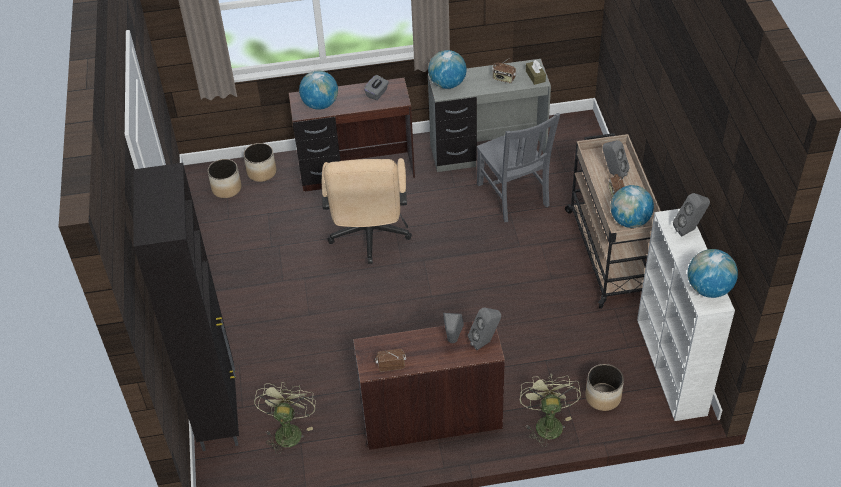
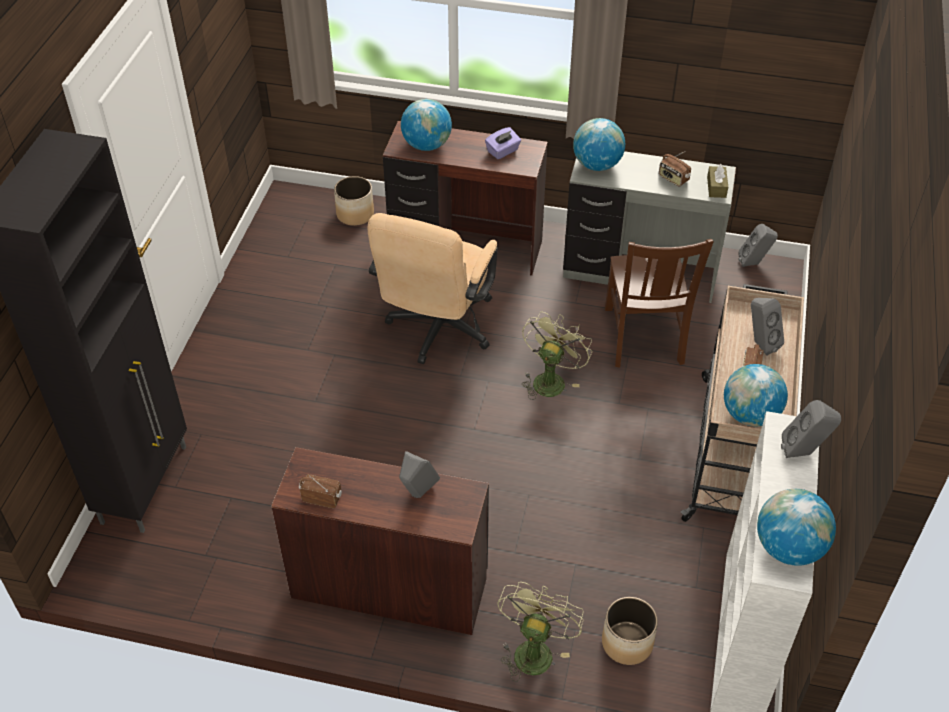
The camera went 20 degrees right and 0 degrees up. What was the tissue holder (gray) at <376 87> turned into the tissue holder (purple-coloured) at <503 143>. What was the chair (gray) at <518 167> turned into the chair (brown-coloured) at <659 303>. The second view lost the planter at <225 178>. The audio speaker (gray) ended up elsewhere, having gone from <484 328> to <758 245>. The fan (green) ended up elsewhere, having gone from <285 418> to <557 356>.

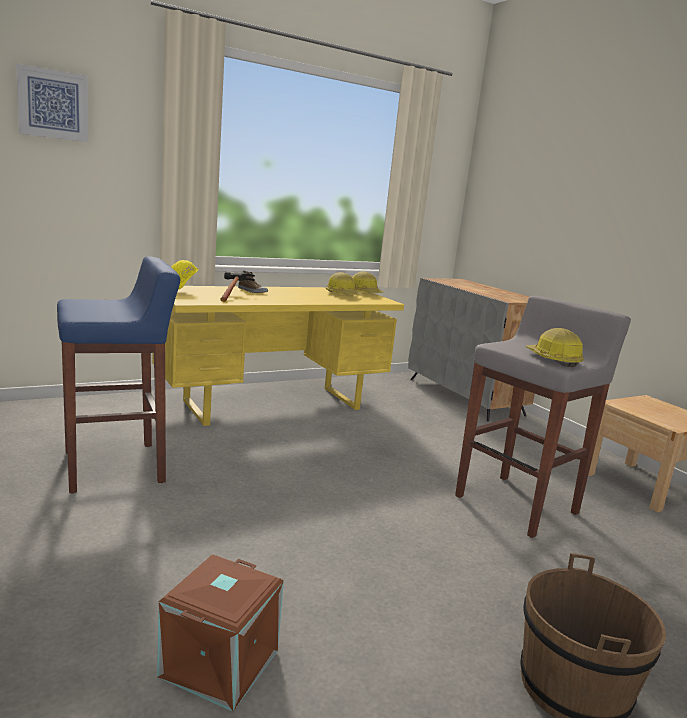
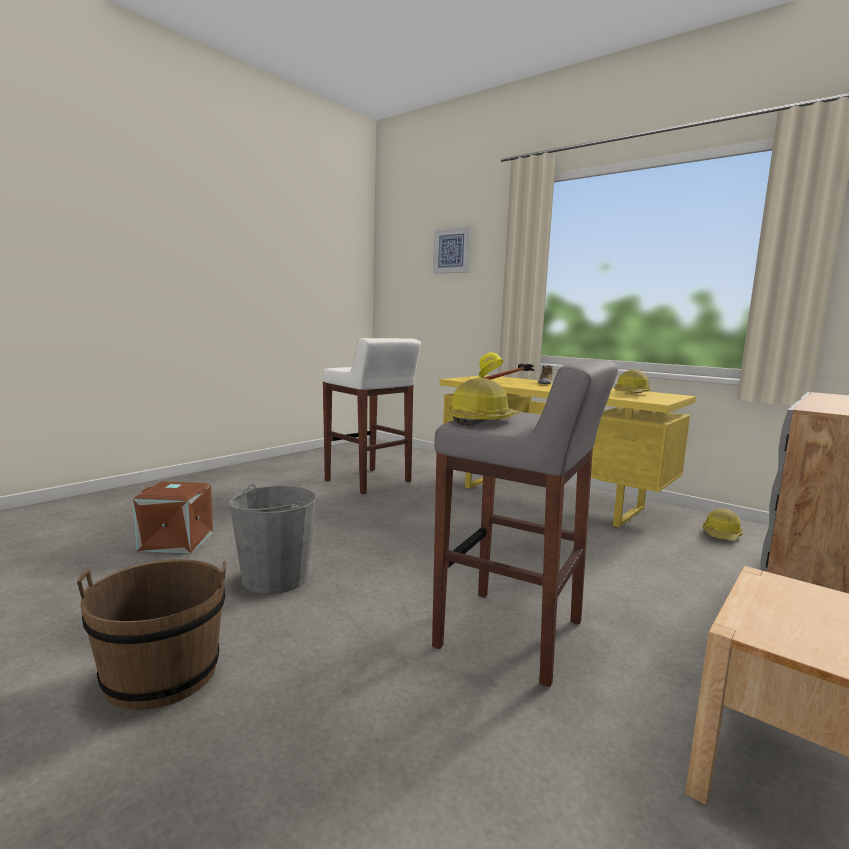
The camera went 70 degrees right and 5 degrees down. What was the sitting stool (bluish) at <118 374> turned into the sitting stool (white-coloured) at <371 416>. The work helmet ended up elsewhere, having gone from <367 282> to <723 524>. The second view gained the pail (gray) at <273 539>.

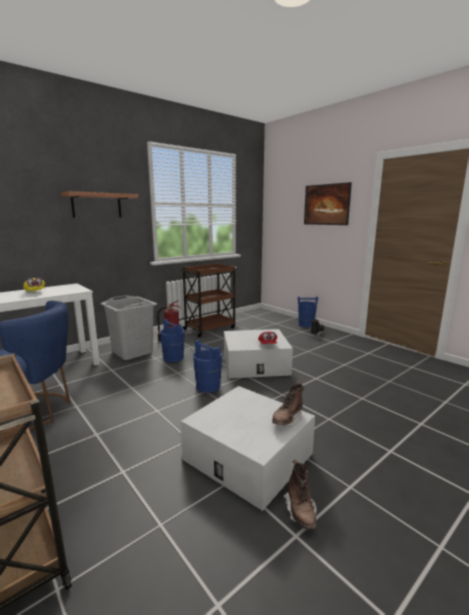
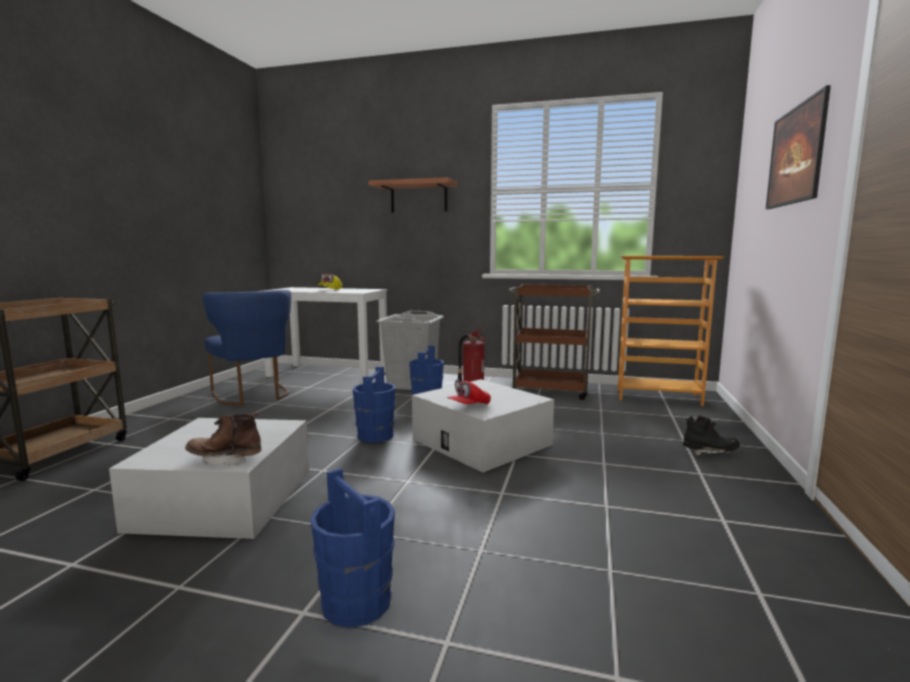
The camera went 55 degrees right and 5 degrees down. The pail (bluish) ended up elsewhere, having gone from <307 311> to <352 548>. The second view lost the boot (brown-coloured) at <300 494>. The second view gained the shelving unit at <671 331>.

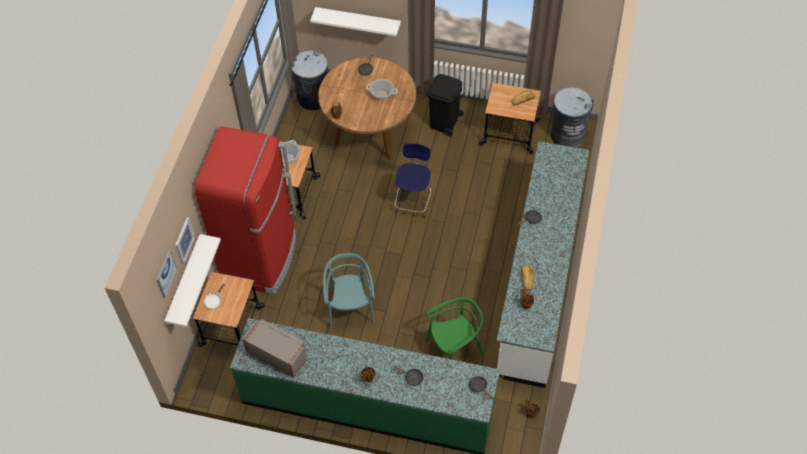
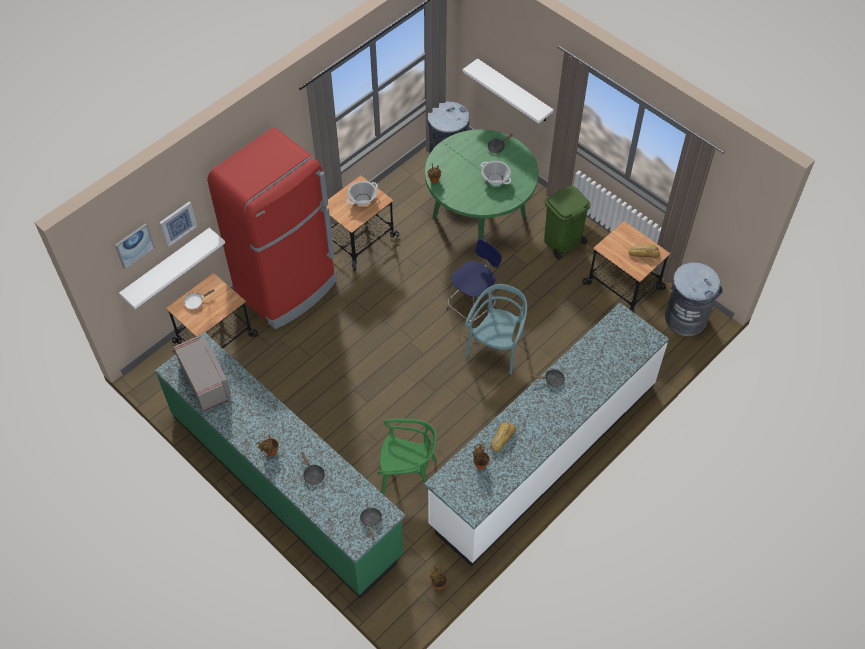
The camera went 30 degrees right and 0 degrees up. What was the dinner table (brown-coloured) at <367 108> turned into the dinner table (green) at <481 184>. What was the trash can (black) at <445 105> turned into the trash can (green) at <567 223>. The chair (blue-green) ended up elsewhere, having gone from <349 290> to <496 329>.

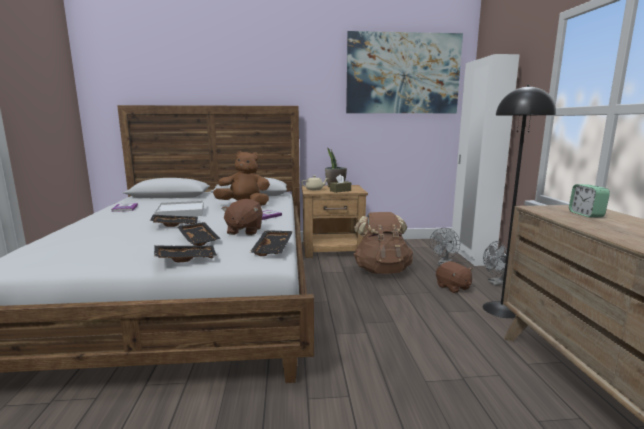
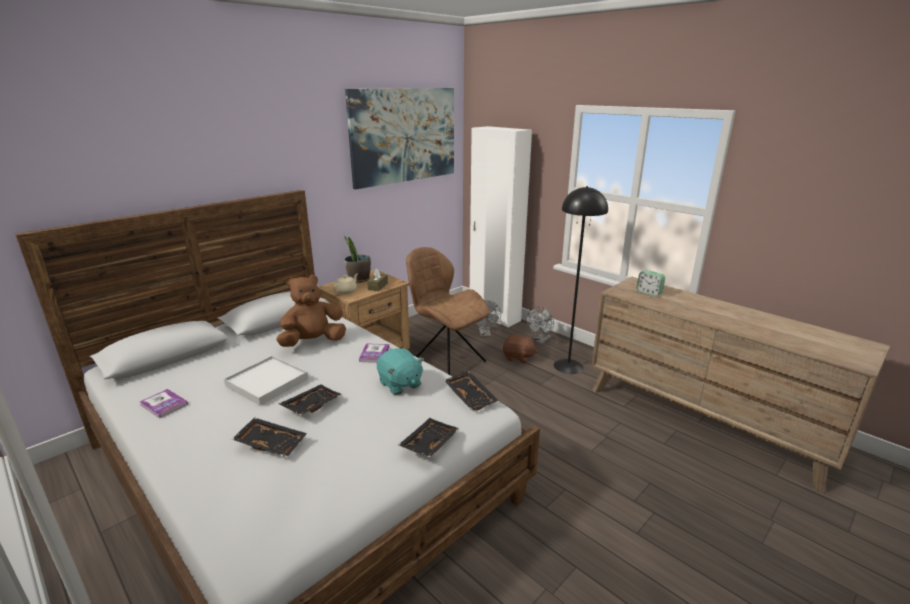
The camera went 40 degrees left and 10 degrees up. What was the cuddly toy (brown-coloured) at <242 217> turned into the cuddly toy (blue-green) at <400 371>. Where the backpack (brown-coloured) stood at <383 243>, the chair (brown-coloured) came to stand at <447 311>. The carrying tray (black) ended up elsewhere, having gone from <199 234> to <269 437>.

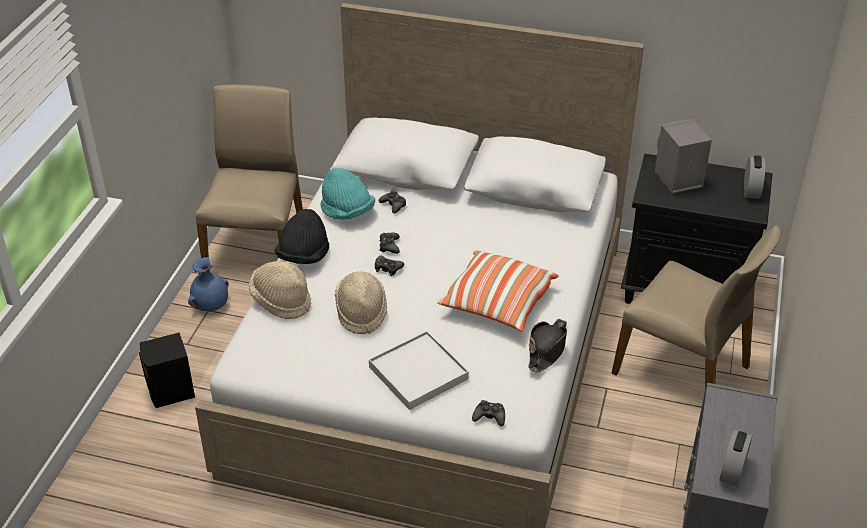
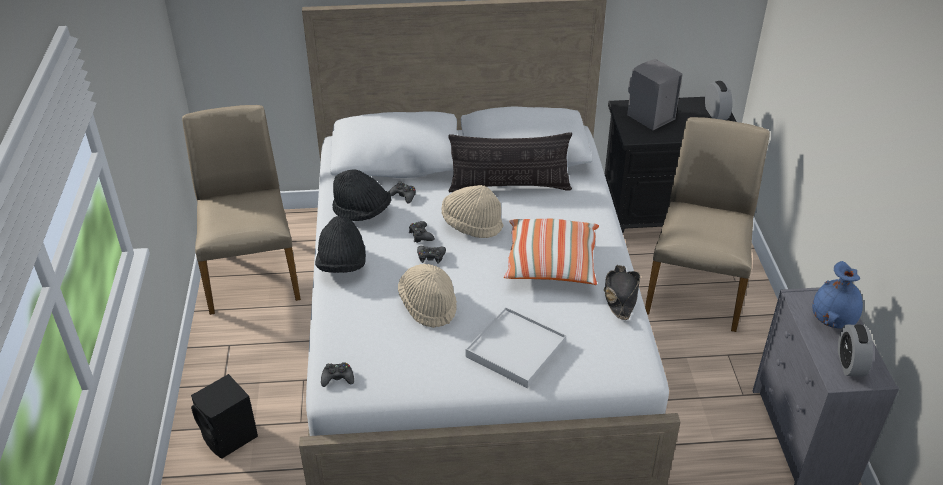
The camera went 20 degrees left and 0 degrees up. What was the clothing hat (blue-green) at <347 194> turned into the clothing hat (black) at <361 195>. The chair (beige-coloured) at <696 307> ended up facing another way, 90 degrees counterclockwise from before. The vase (bluish) ended up elsewhere, having gone from <208 284> to <837 295>. The clothing hat (beige-coloured) ended up elsewhere, having gone from <280 290> to <472 211>. The gamepad (black) ended up elsewhere, having gone from <488 413> to <337 374>. The second view gained the pillow at <510 162>.

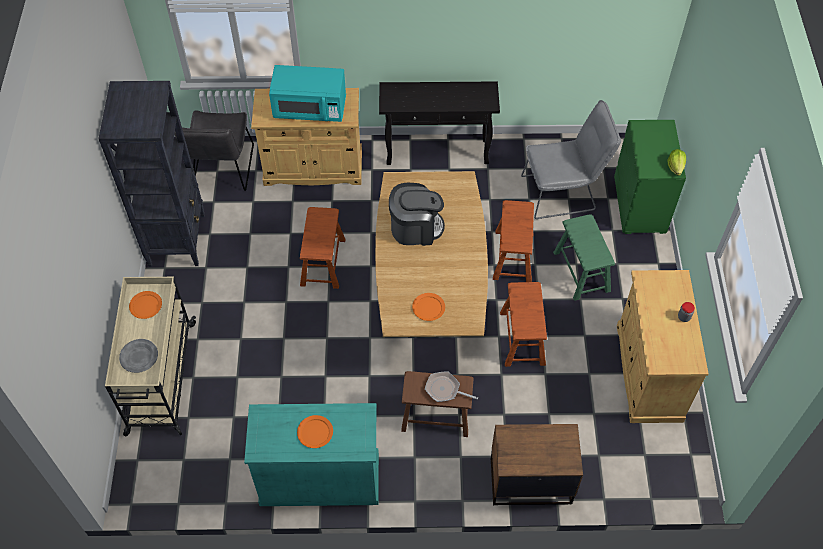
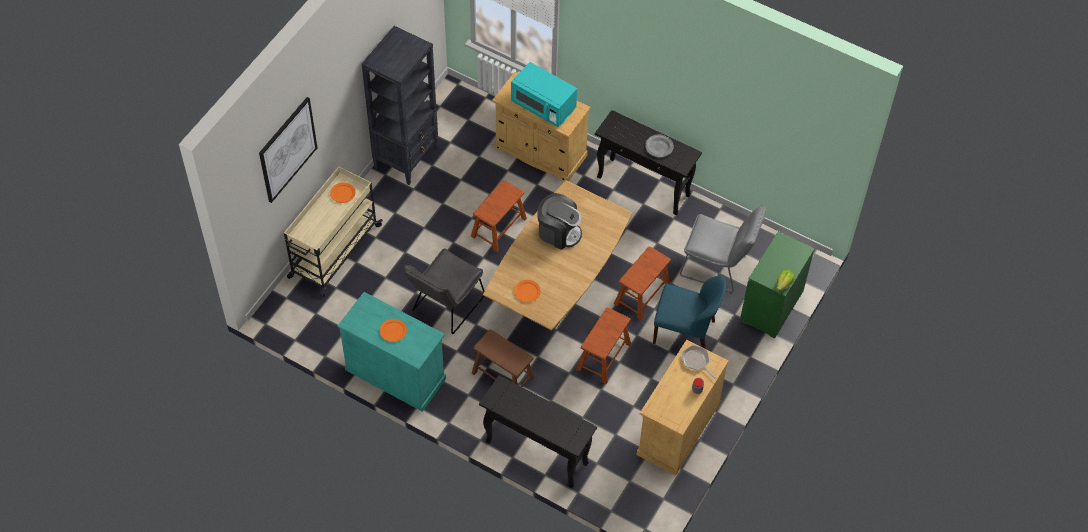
The camera went 30 degrees right and 0 degrees up. The chair (gray) ended up elsewhere, having gone from <214 150> to <444 291>. Where the sitting stool (green) stood at <584 257>, the chair (bluish) came to stand at <689 312>. The flat dish (gray) ended up elsewhere, having gone from <138 356> to <659 146>. The frying pan ended up elsewhere, having gone from <451 386> to <699 362>. Where the nightstand (brown-coloured) stood at <536 464>, the narrow table (black) came to stand at <538 431>. The second view gained the wall art at <288 150>.

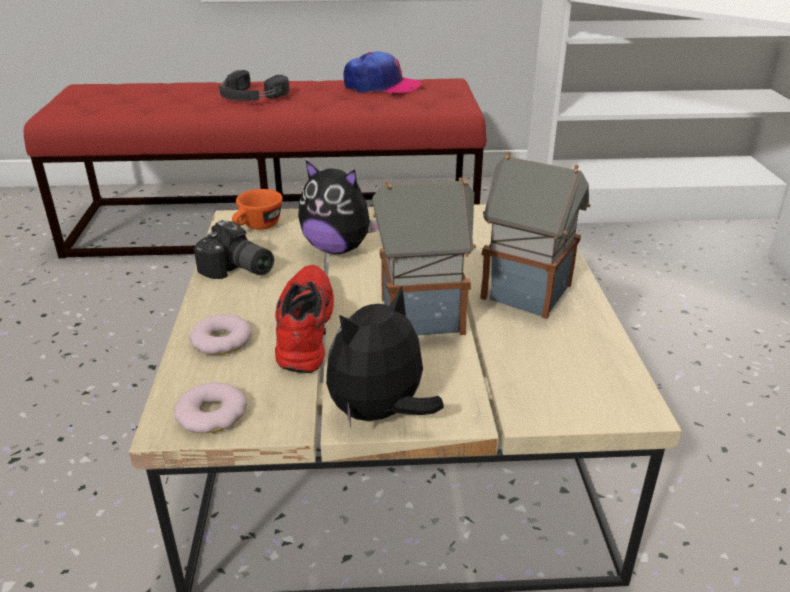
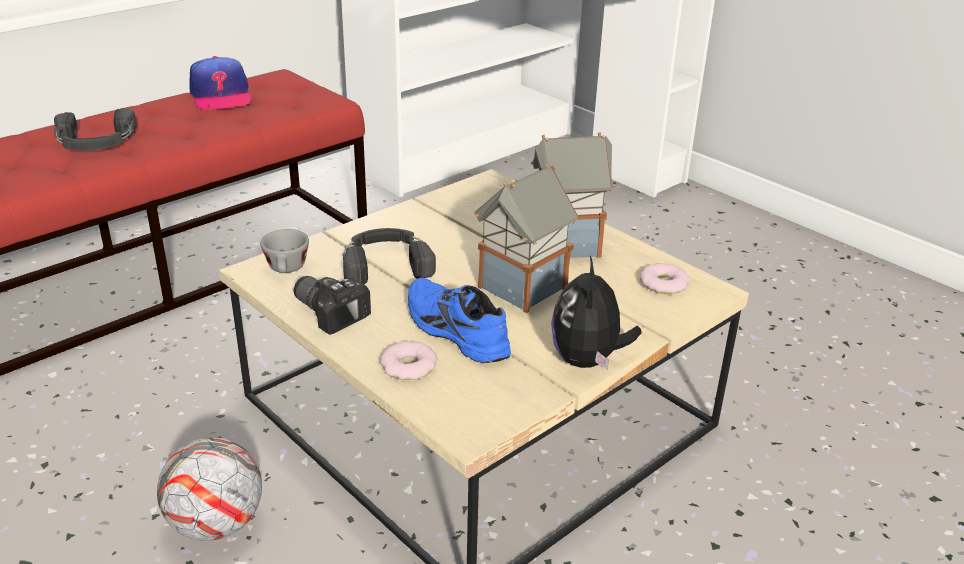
The camera went 40 degrees left and 0 degrees up. The cap at <382 72> ended up facing another way, 105 degrees clockwise from before. Where the cuddly toy stood at <338 206>, the headphones (black) came to stand at <389 256>. What was the drinking cup (orange-coloured) at <257 209> turned into the drinking cup (gray) at <284 251>. The photo camera at <234 249> ended up facing another way, 135 degrees counterclockwise from before. What was the low shoe (reddish) at <304 319> turned into the low shoe (bluish) at <459 320>. The ring doughnut ended up elsewhere, having gone from <210 408> to <665 278>. The second view gained the football ball at <209 489>.

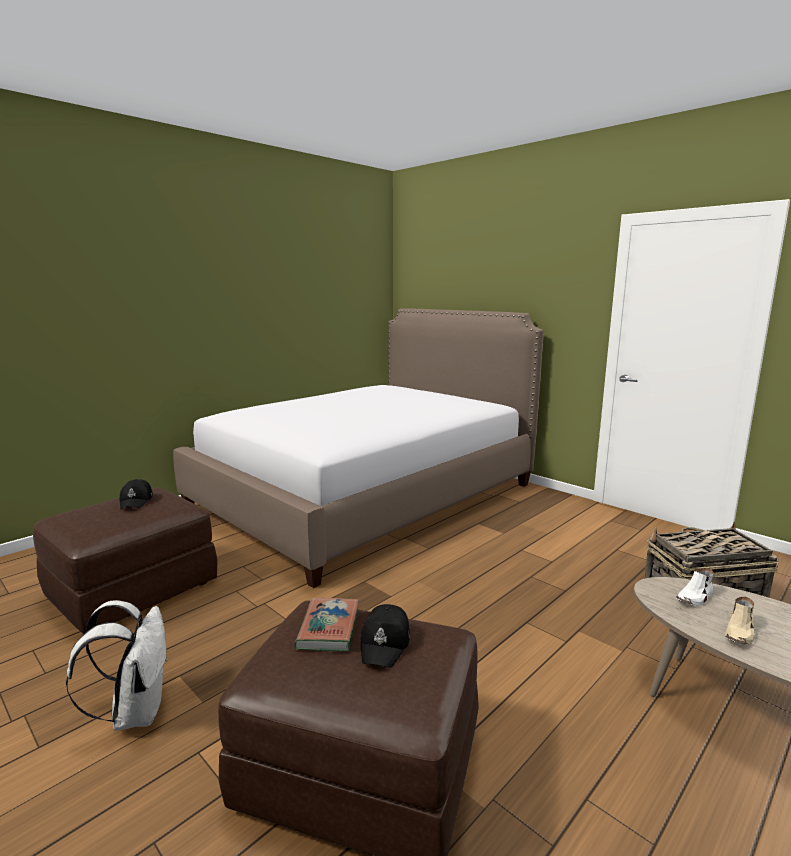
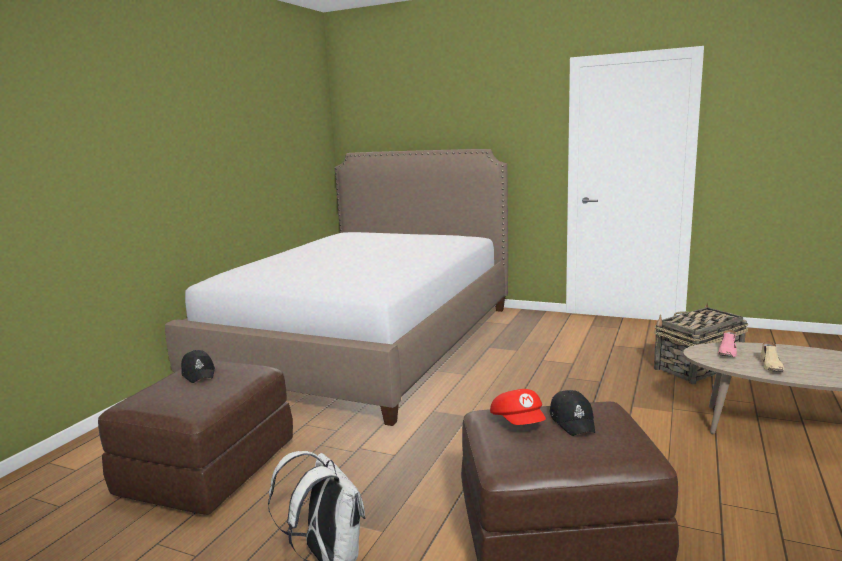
The camera went 20 degrees left and 0 degrees up. What was the low shoe (white-coloured) at <694 587> turned into the low shoe (pinkish) at <727 343>. Where the bound book stood at <326 625>, the cap (reddish) came to stand at <518 407>.

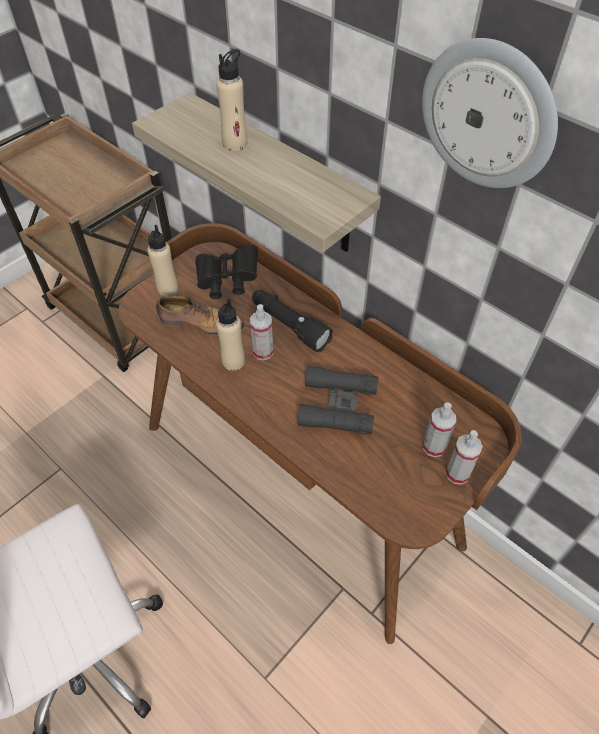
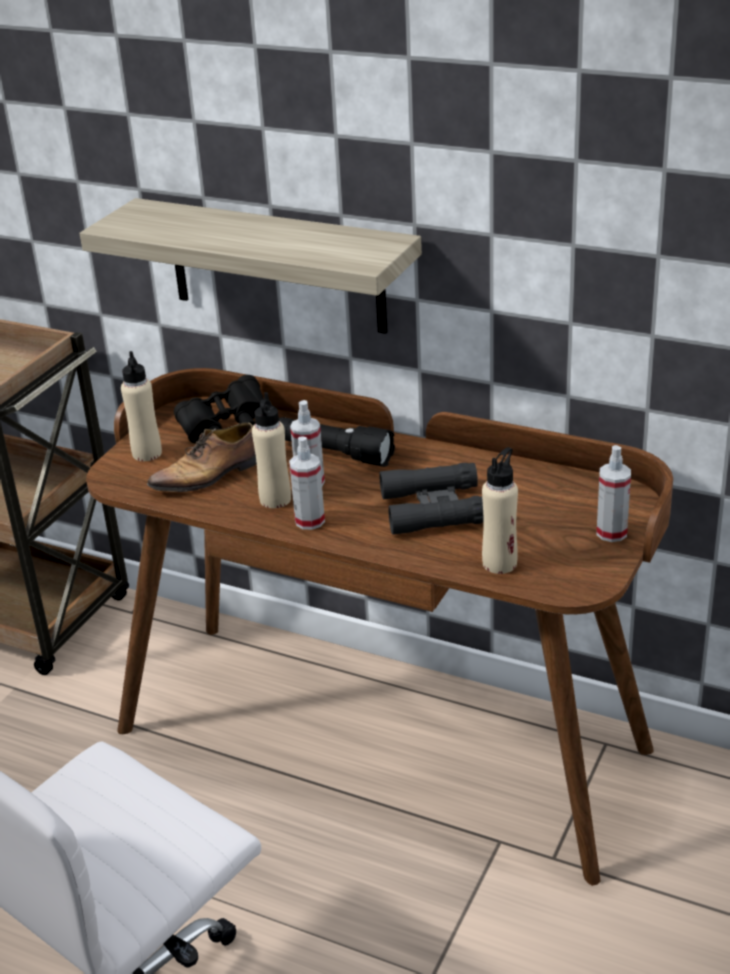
The camera went 15 degrees left and 20 degrees down. The second view lost the wall clock at <490 113>. The beverage bottle (beige-coloured) ended up elsewhere, having gone from <231 100> to <500 510>. The low shoe at <200 315> ended up facing another way, 150 degrees clockwise from before. The hand sprayer ended up elsewhere, having gone from <439 429> to <307 483>.

